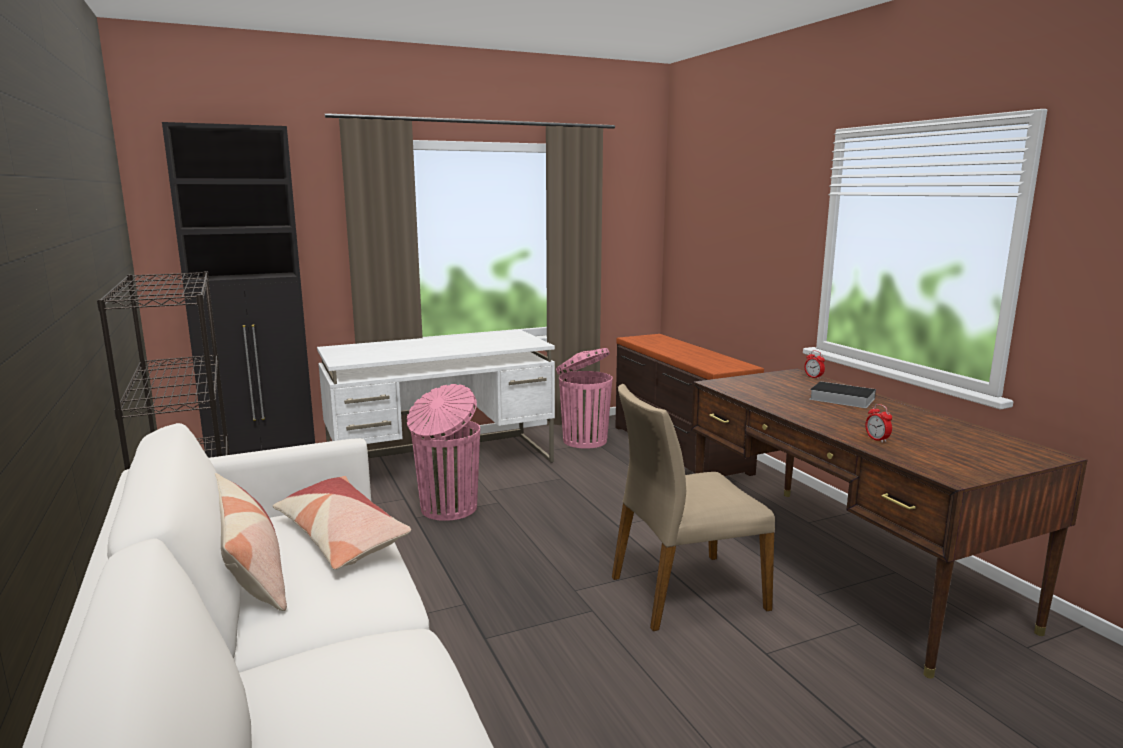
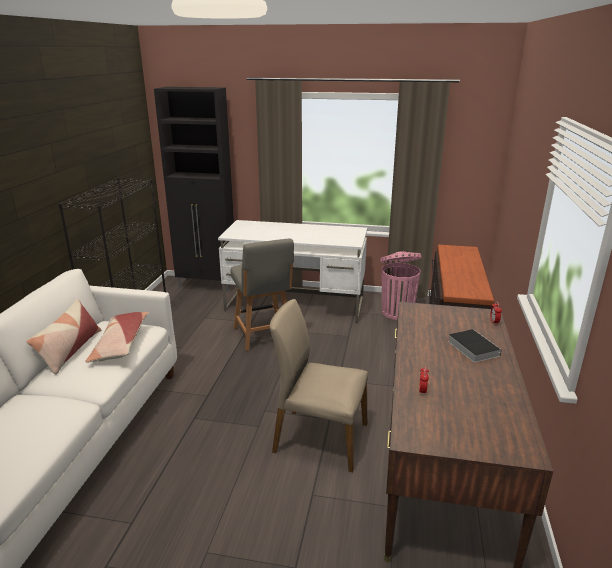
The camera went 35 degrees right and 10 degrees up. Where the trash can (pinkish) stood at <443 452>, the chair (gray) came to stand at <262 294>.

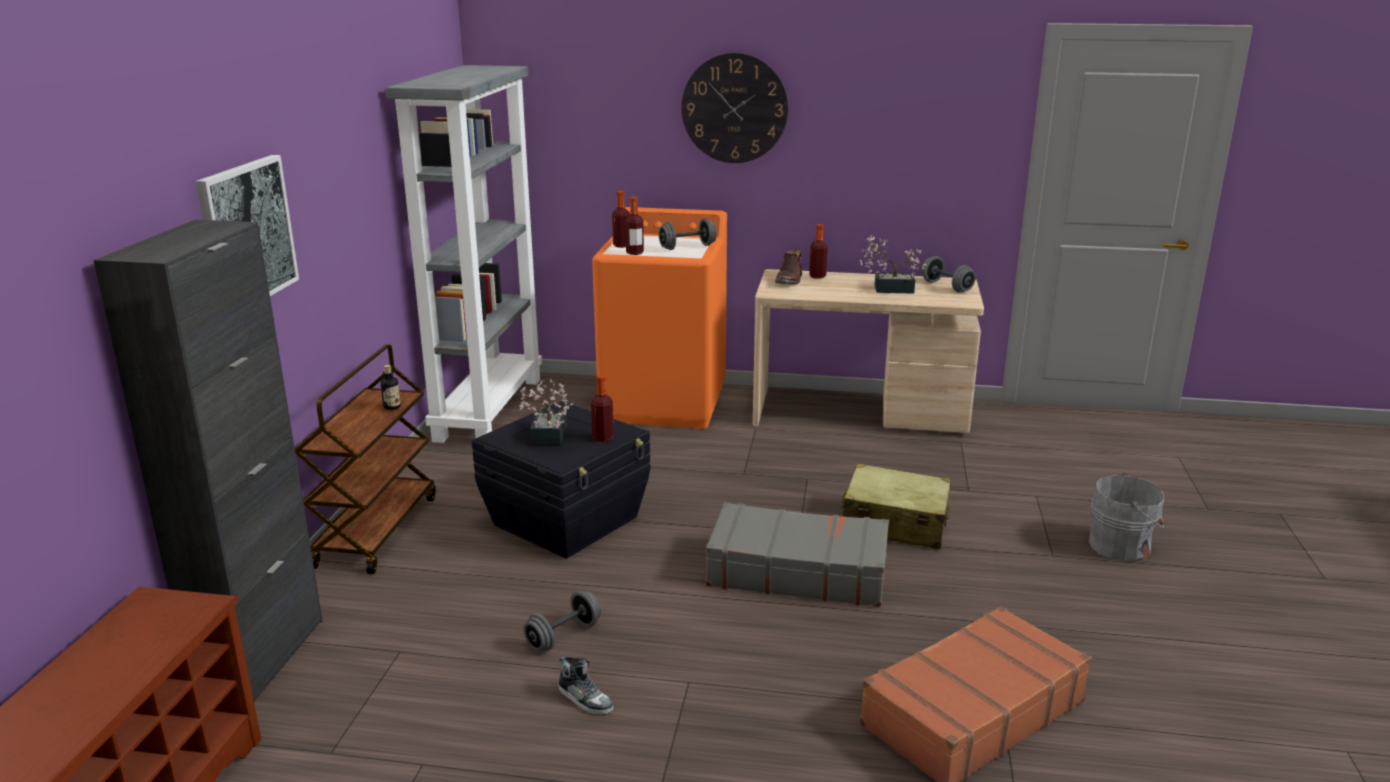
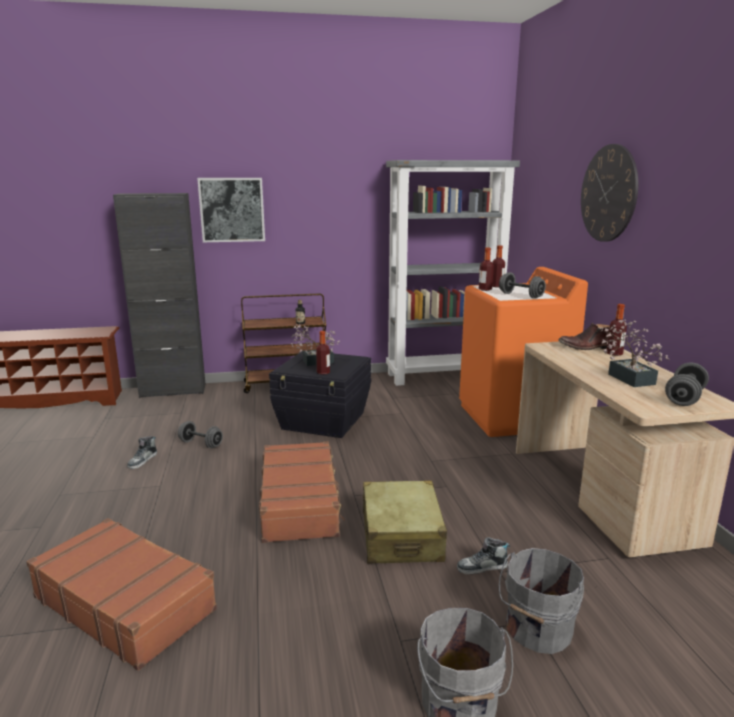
The camera went 70 degrees right and 5 degrees down. What was the travel case (gray) at <797 554> turned into the travel case (brown-coloured) at <302 492>. The second view gained the low shoe at <483 555>. The second view gained the pail (gray) at <541 601>.

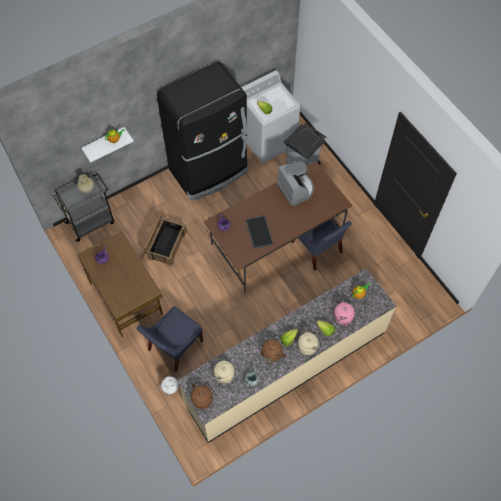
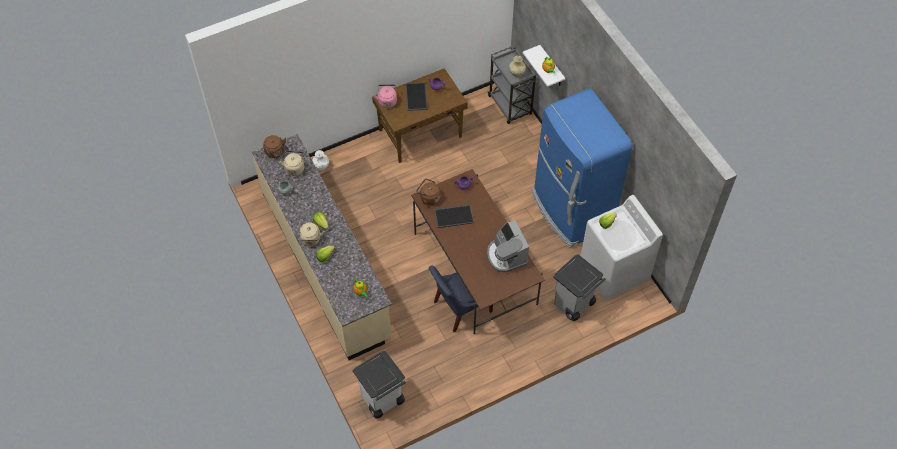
The camera went 95 degrees right and 5 degrees down. What was the kitchen fridge (black) at <202 131> turned into the kitchen fridge (bluish) at <582 168>. The coffee maker at <295 183> ended up facing another way, 90 degrees clockwise from before. The second view lost the packing crate at <164 239>. The tea kettle (pinkish) ended up elsewhere, having gone from <343 313> to <385 96>. The second view lost the chair (bluish) at <170 339>. The tea kettle (brown-coloured) ended up elsewhere, having gone from <272 350> to <428 192>. The second view gained the carrying tray at <416 96>. The second view gained the trash can (white-coloured) at <379 385>.

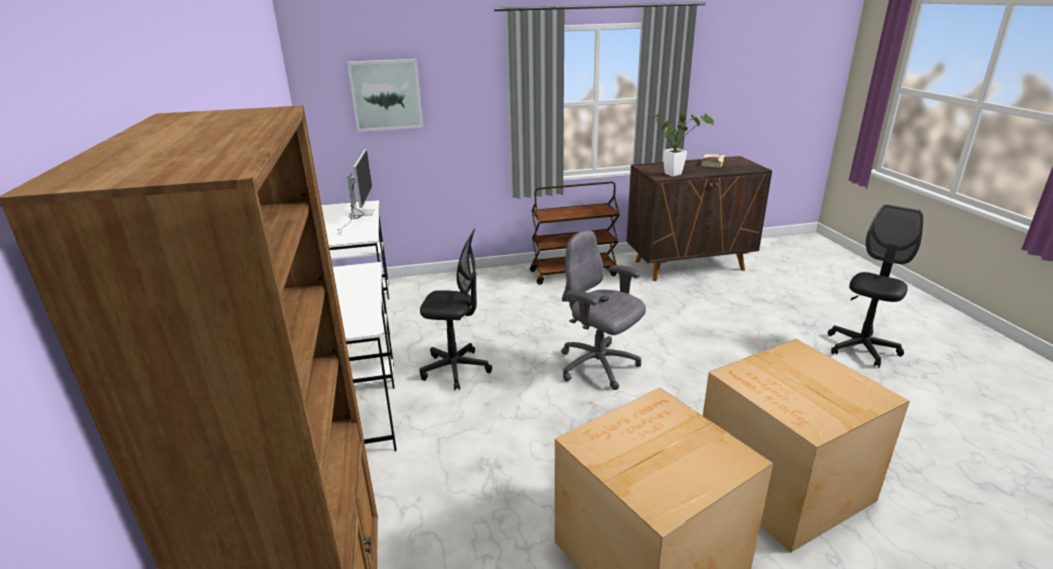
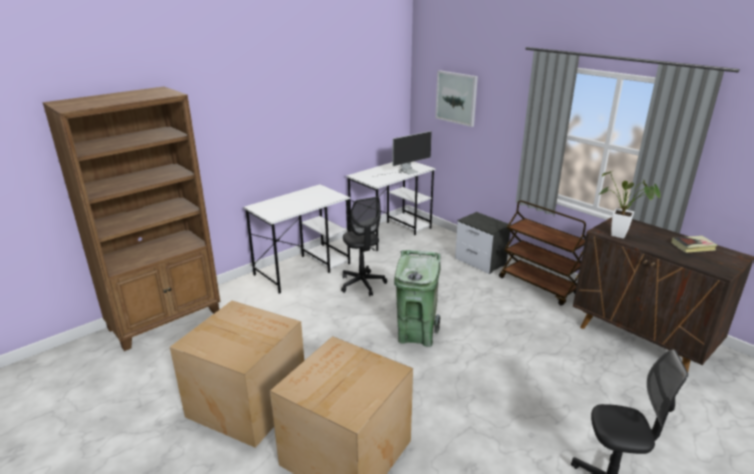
The camera went 60 degrees right and 0 degrees up. Where the computer chair (gray) stood at <603 310>, the trash can (green) came to stand at <417 298>. The second view gained the nightstand at <483 243>.

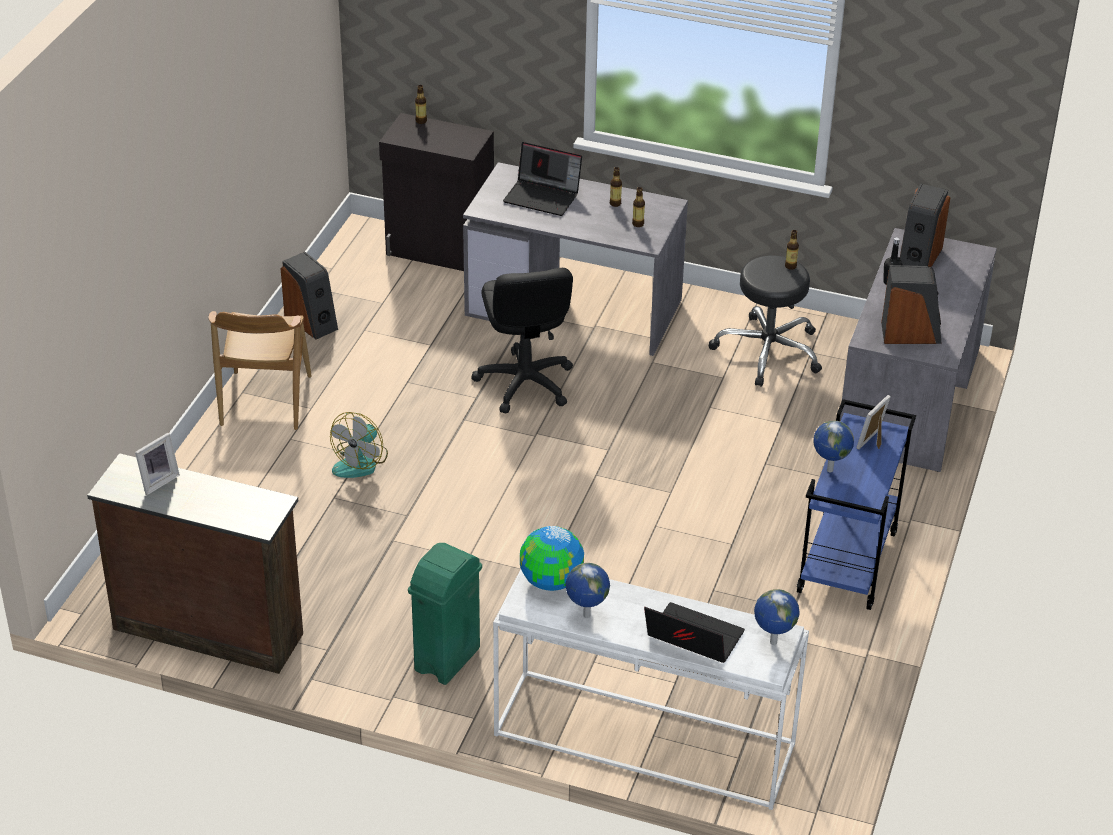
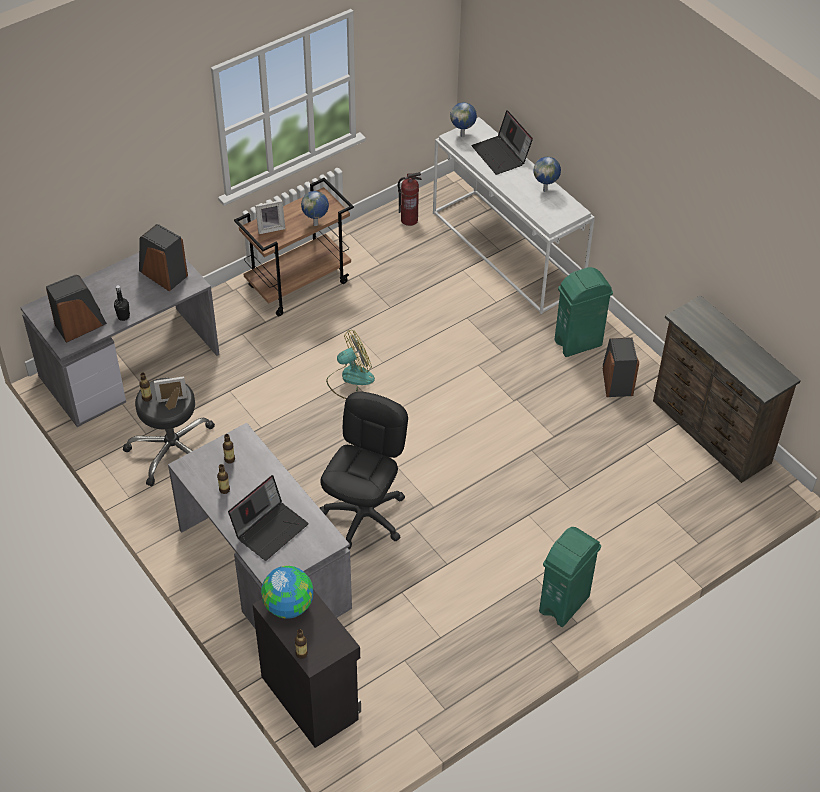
The camera went 145 degrees left and 10 degrees up. The notebook computer at <542 179> ended up facing another way, 75 degrees clockwise from before. The audio speaker ended up elsewhere, having gone from <309 295> to <621 367>. Where the chair (brown-coloured) stood at <260 370>, the trash can (green) came to stand at <570 577>. What was the cart (bluish) at <856 504> turned into the cart (brown-coloured) at <294 247>. The fan ended up elsewhere, having gone from <359 445> to <350 364>. The photo frame ended up elsewhere, having gone from <157 464> to <170 393>. The world globe ended up elsewhere, having gone from <552 558> to <287 592>. The second view gained the fire extinguisher at <410 199>.

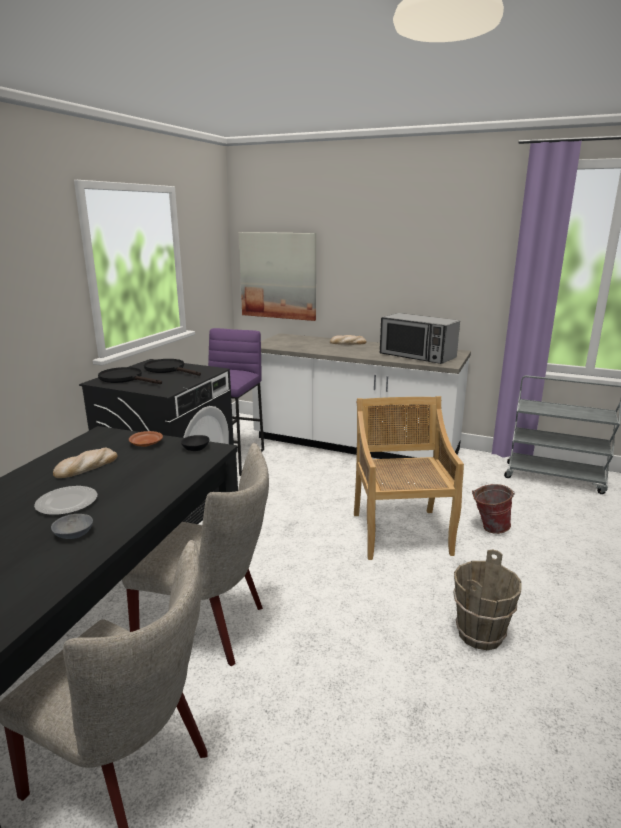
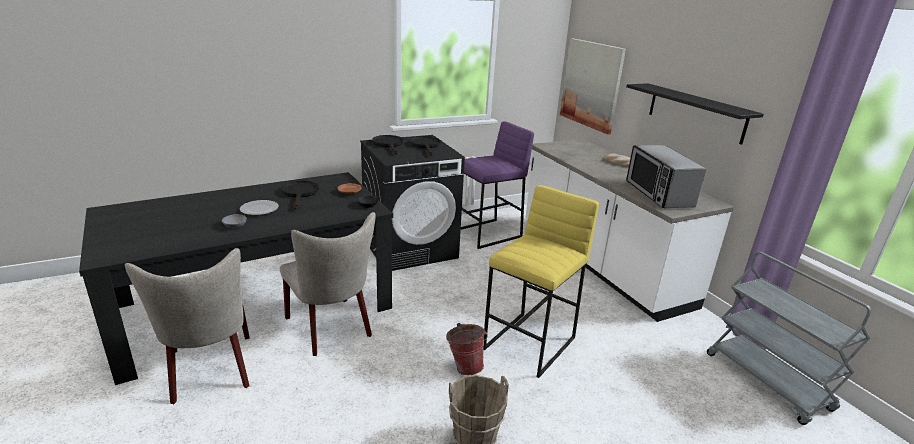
The camera went 40 degrees right and 5 degrees up. Where the chair (beige-coloured) stood at <409 478>, the sitting stool (yellowish) came to stand at <541 281>. Where the baked bread stood at <85 462>, the frying pan (black) came to stand at <300 195>. The pail ended up elsewhere, having gone from <493 509> to <467 349>. The second view gained the bracket shelf (black) at <695 114>.

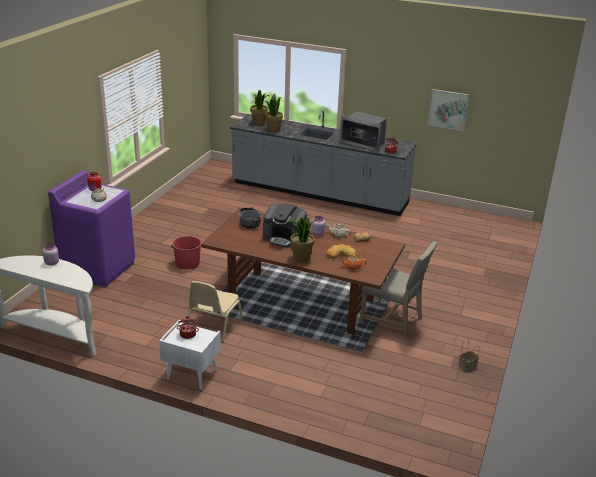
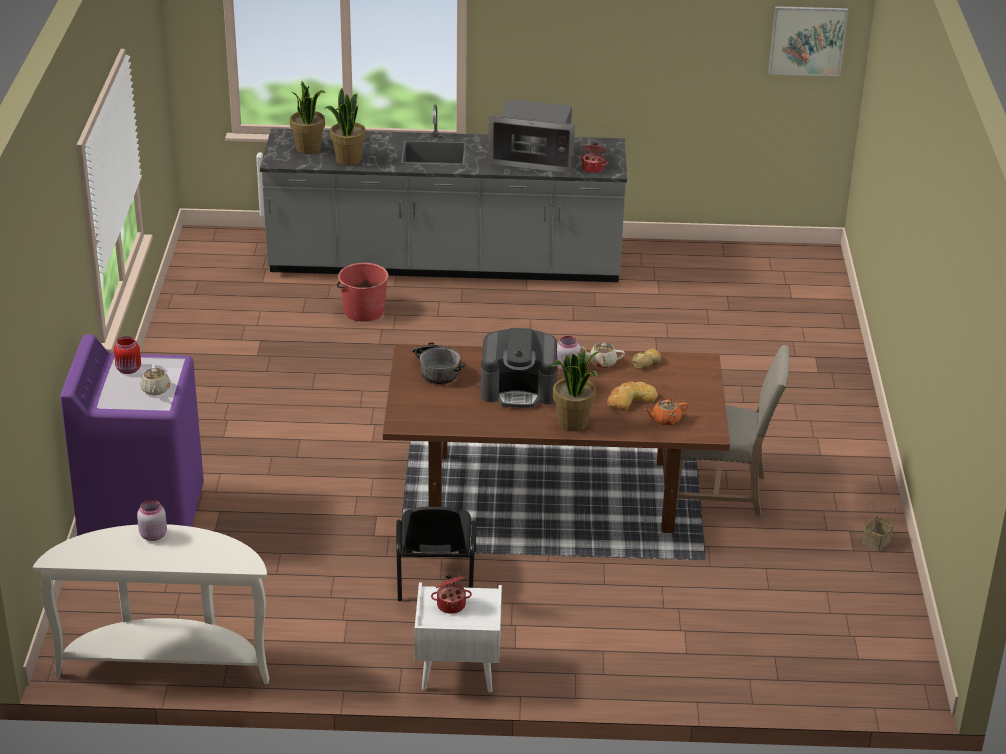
The camera went 20 degrees left and 5 degrees up. The wall art ended up elsewhere, having gone from <448 110> to <808 41>. The pail (reddish) ended up elsewhere, having gone from <186 253> to <363 292>. What was the chair (beige-coloured) at <215 312> turned into the chair (black) at <436 554>.

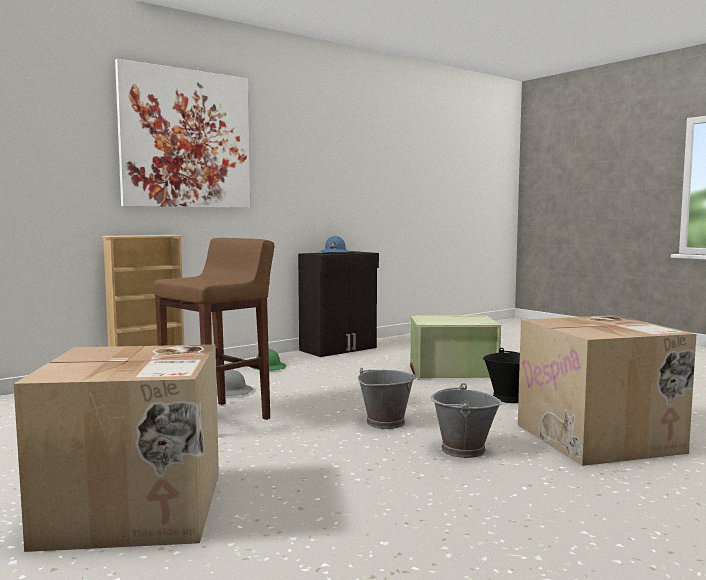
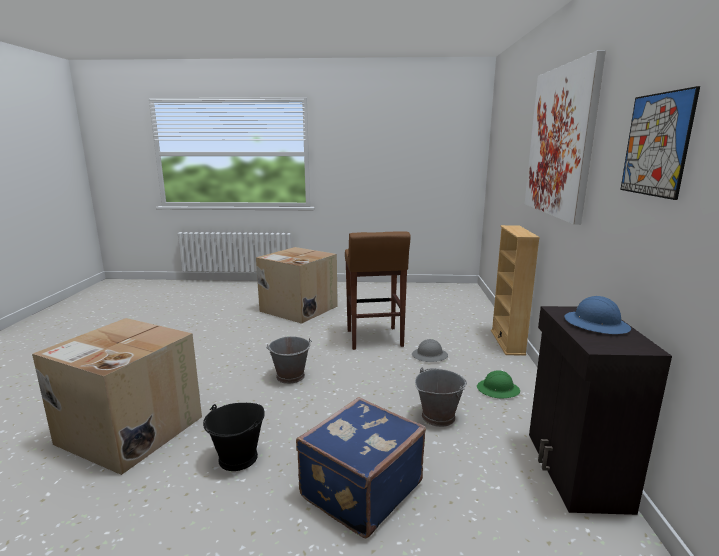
The camera went 130 degrees right and 10 degrees up. Where the storage box (green) stood at <455 348>, the travel case (bluish) came to stand at <361 467>. The pail (gray) ended up elsewhere, having gone from <466 420> to <441 397>. The second view gained the wall art at <660 143>.

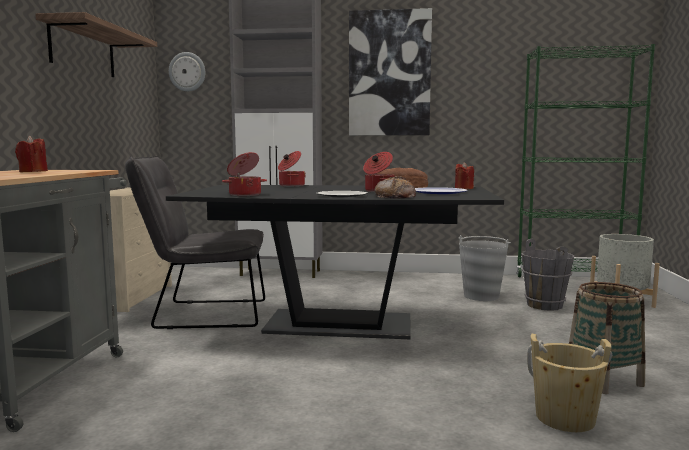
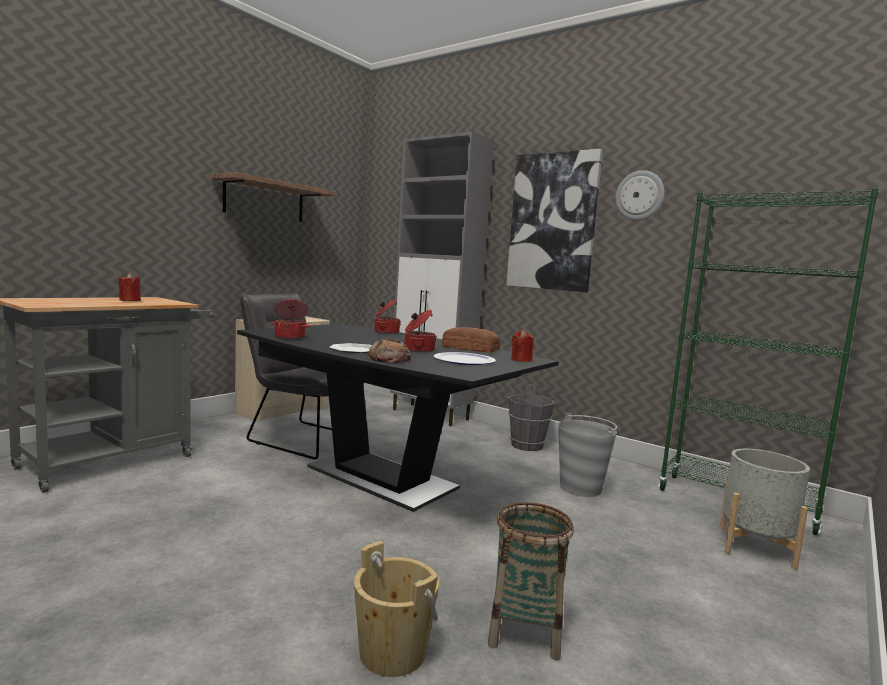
The camera went 30 degrees right and 0 degrees up. The wall clock ended up elsewhere, having gone from <187 71> to <640 195>. The pail (gray) ended up elsewhere, having gone from <547 275> to <531 417>.

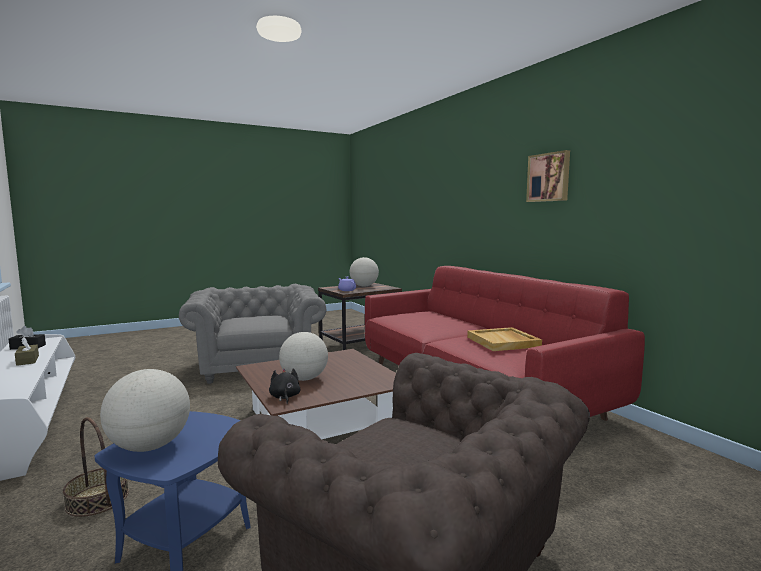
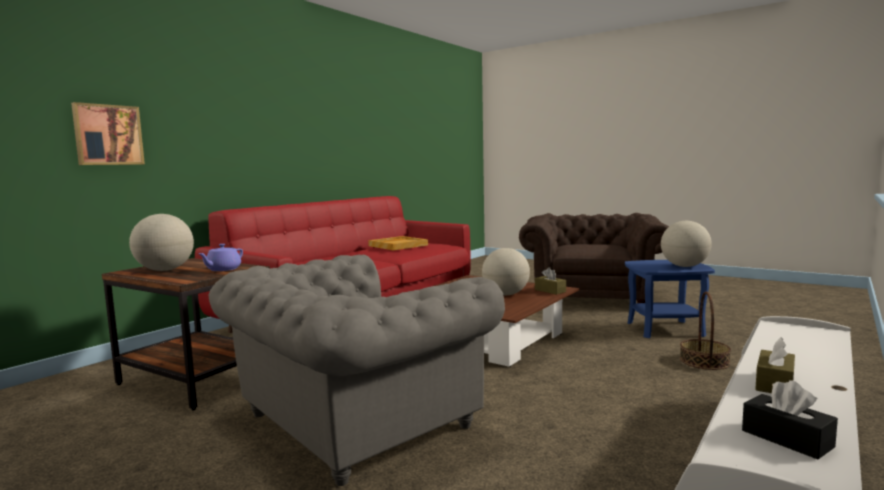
The camera went 115 degrees left and 0 degrees up. The wall art ended up elsewhere, having gone from <548 176> to <108 133>. Where the cuddly toy (black) stood at <285 386>, the tissue holder (brown-coloured) came to stand at <550 281>.

